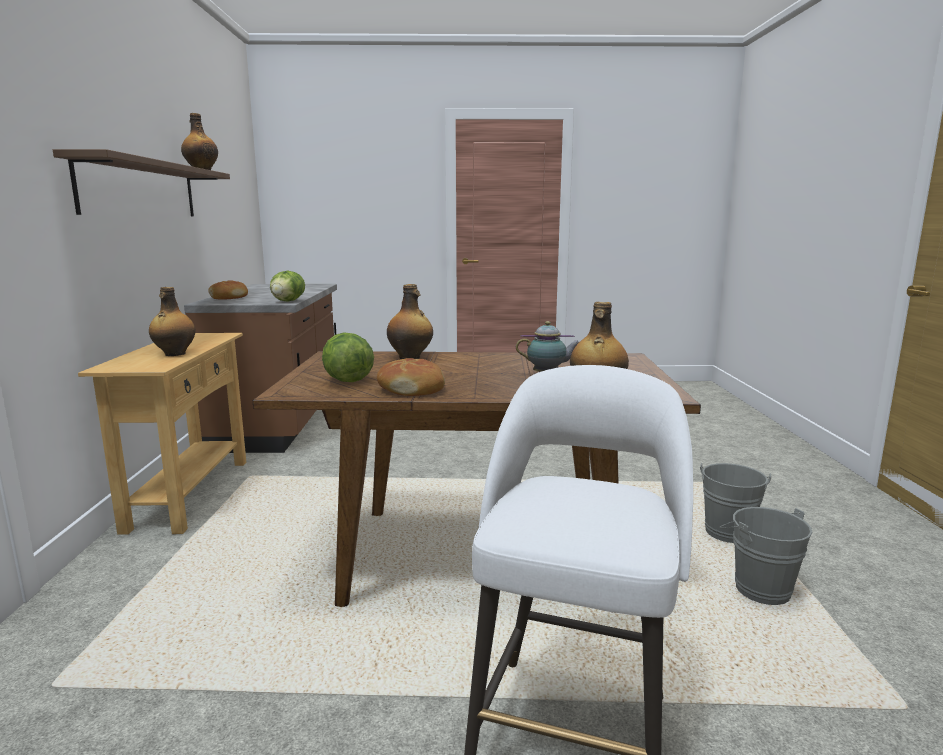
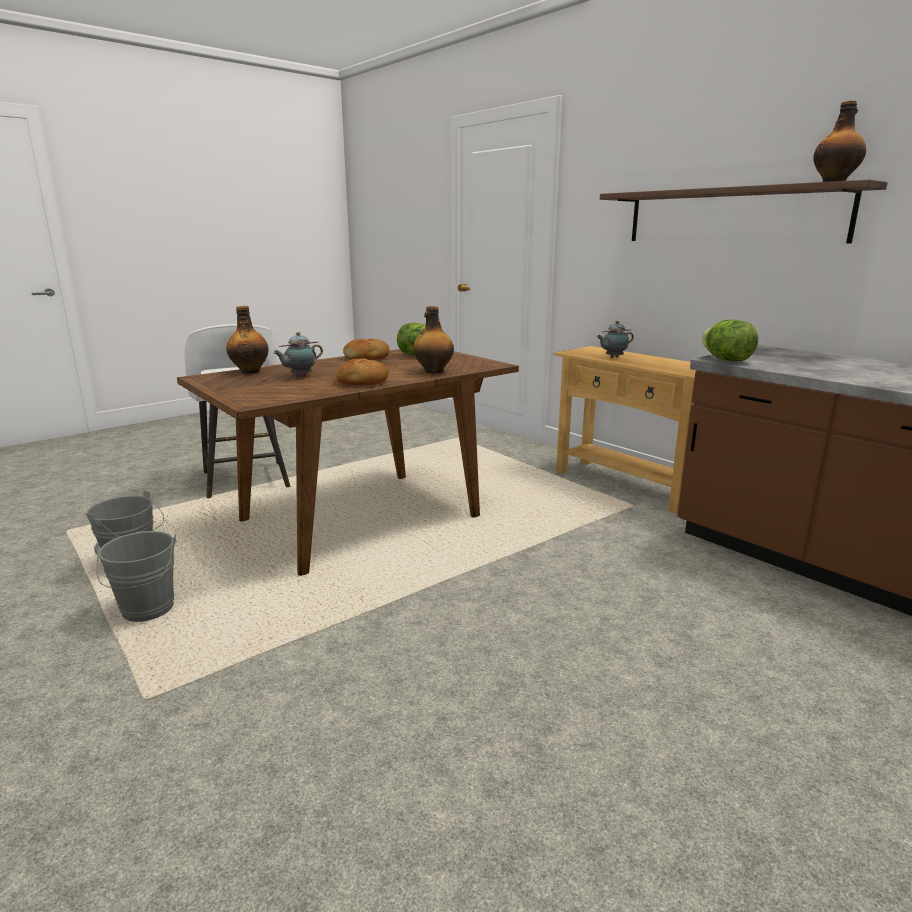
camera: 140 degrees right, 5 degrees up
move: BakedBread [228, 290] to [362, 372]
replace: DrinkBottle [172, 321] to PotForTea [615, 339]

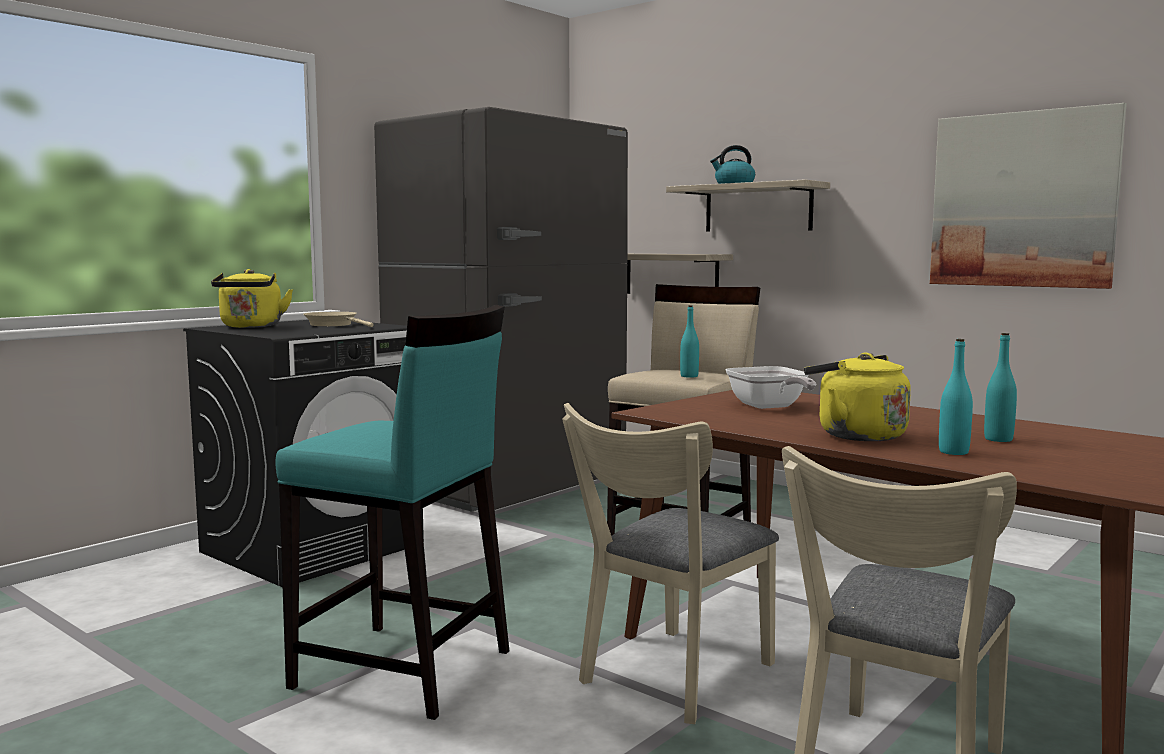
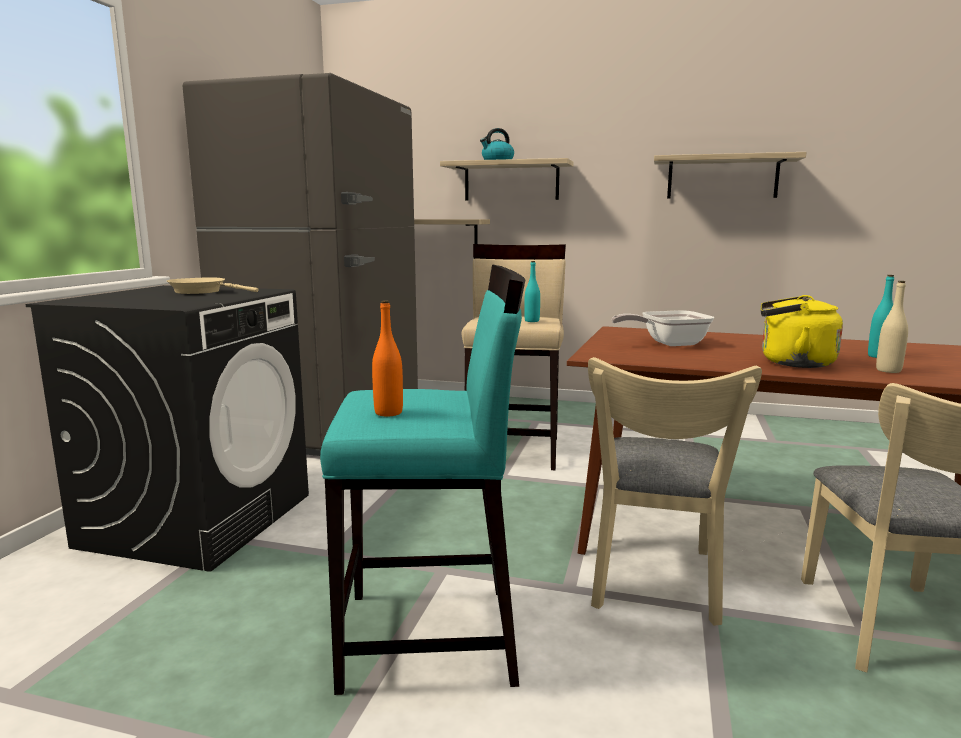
camera: 25 degrees left, 5 degrees up
delete: YellowWaterKettle [252, 298]
insert: OrangeyDrinkBottle [387, 358]
replace: WallPicture [1028, 196] to BracketShelf [730, 175]
recolor: TurquoiseColouredDrinkBottle [956, 397] to BeigeDrinkBottle [892, 327]
rotate: Pan [771, 387] = [662, 328] 120 degrees clockwise

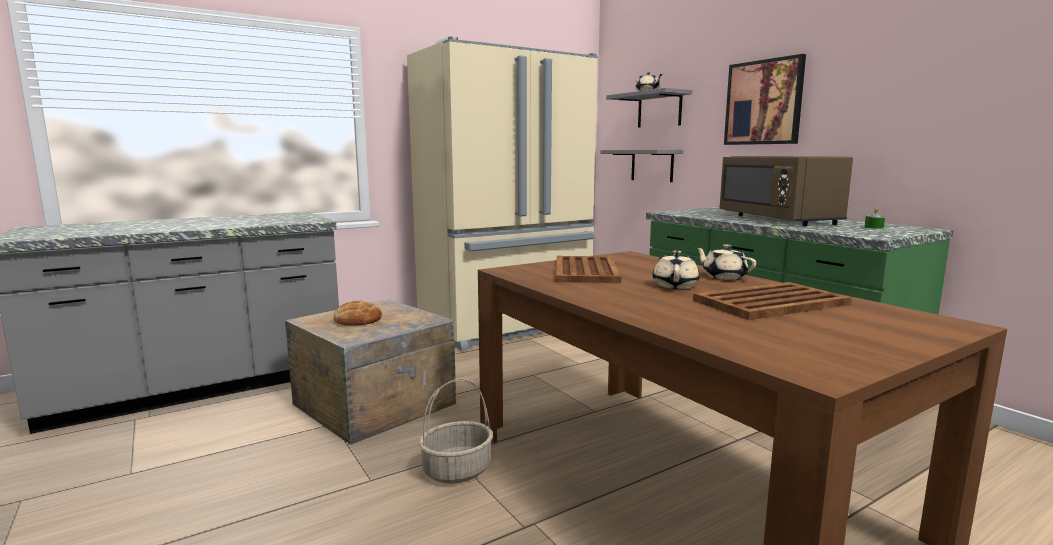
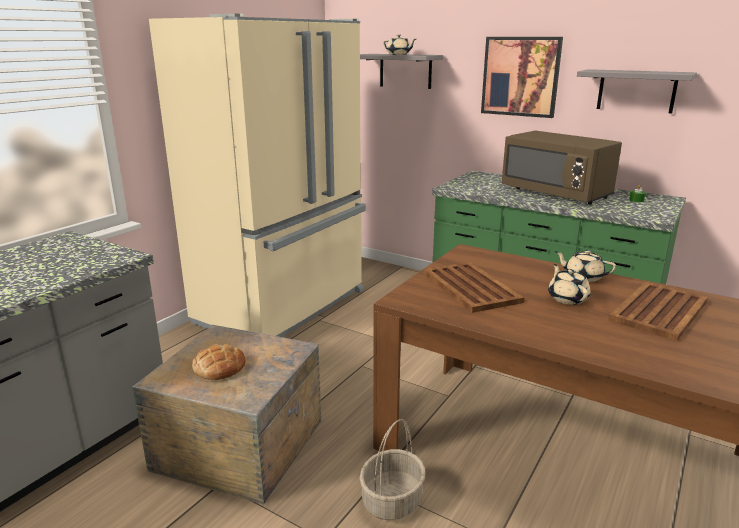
camera: 25 degrees left, 10 degrees up
move: GreyBracketShelf [641, 166] to [637, 91]

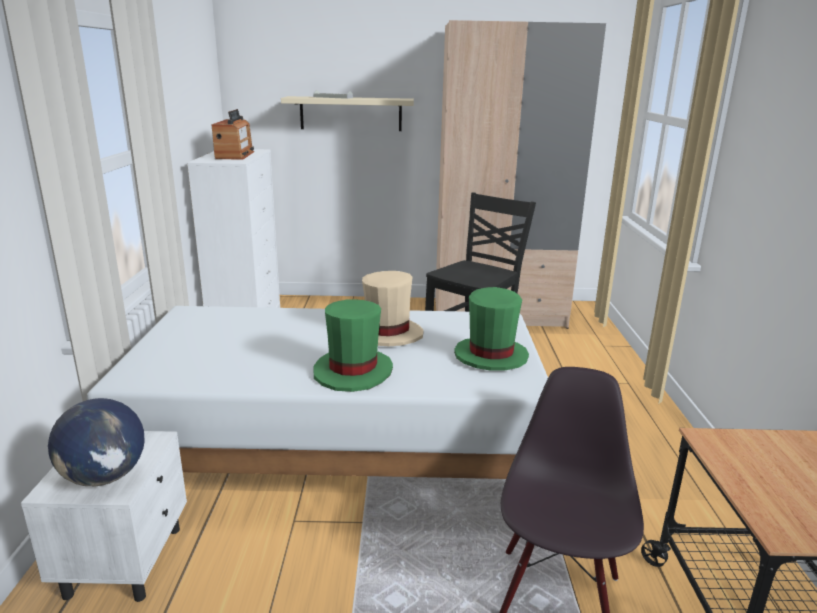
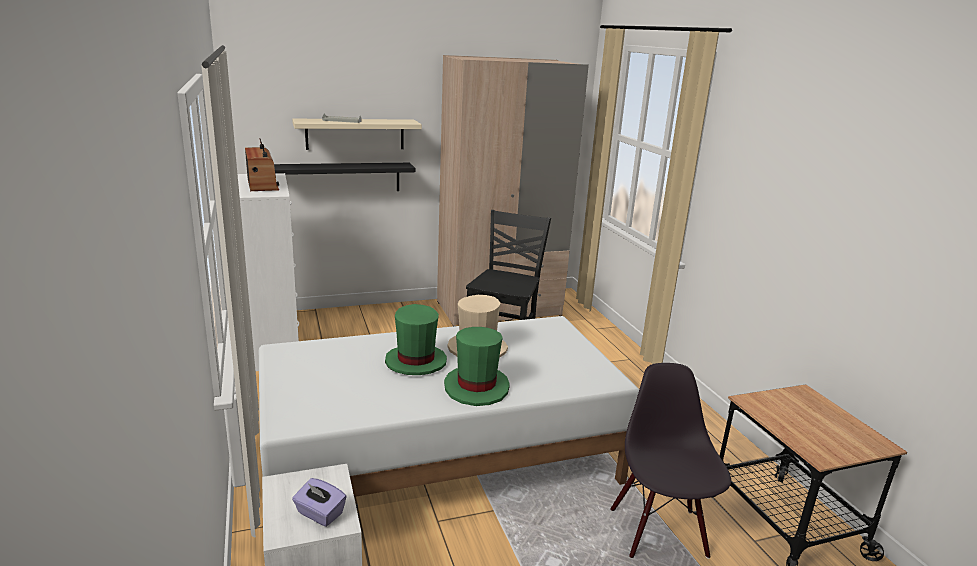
camera: 20 degrees left, 0 degrees up
insert: BlackColouredBracketShelf [344, 177]
move: GreenishHat [491, 329] to [416, 339]
replace: WorldGlobe [96, 442] to PurpleBoxOfTissues [319, 502]

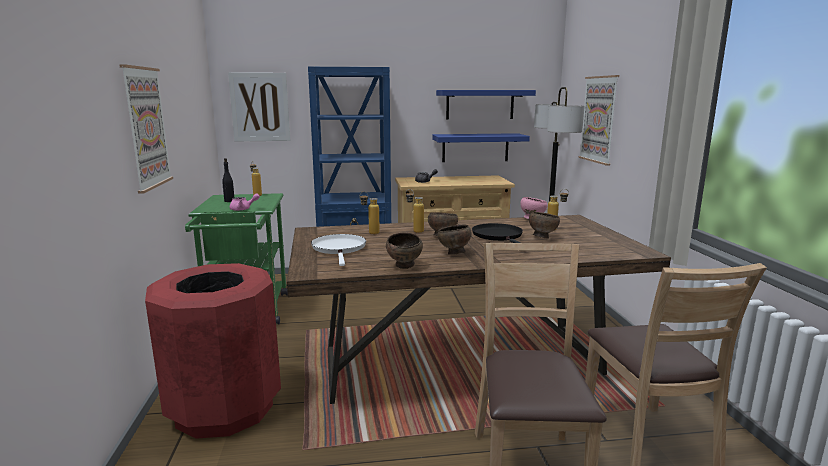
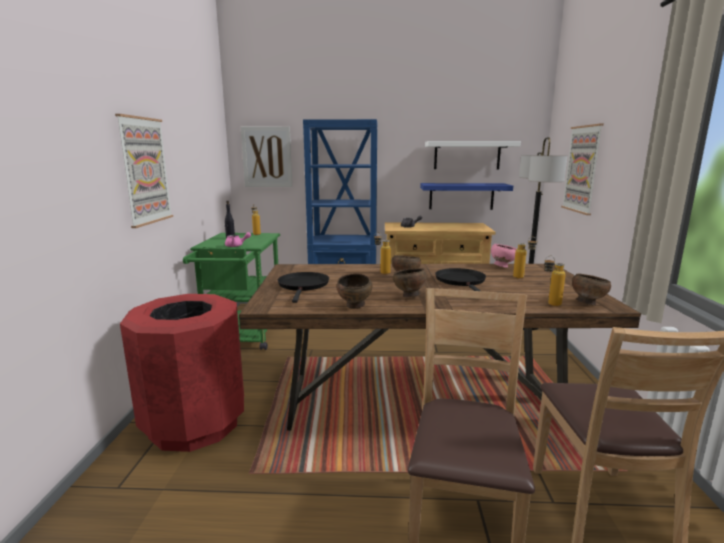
camera: 10 degrees right, 0 degrees up
move: DrinkBottle [369, 213] to [555, 280]; BrownishBowl [544, 225] to [591, 289]
recolor: WhiteColouredPan [338, 250] to BlackColouredPan [303, 287]; BluishBracketShelf [486, 104] to WhiteColouredBracketShelf [473, 155]

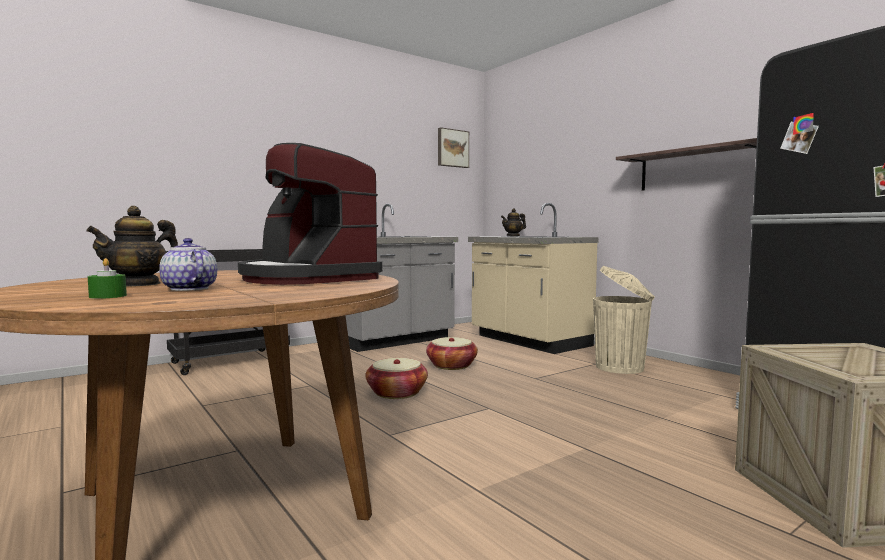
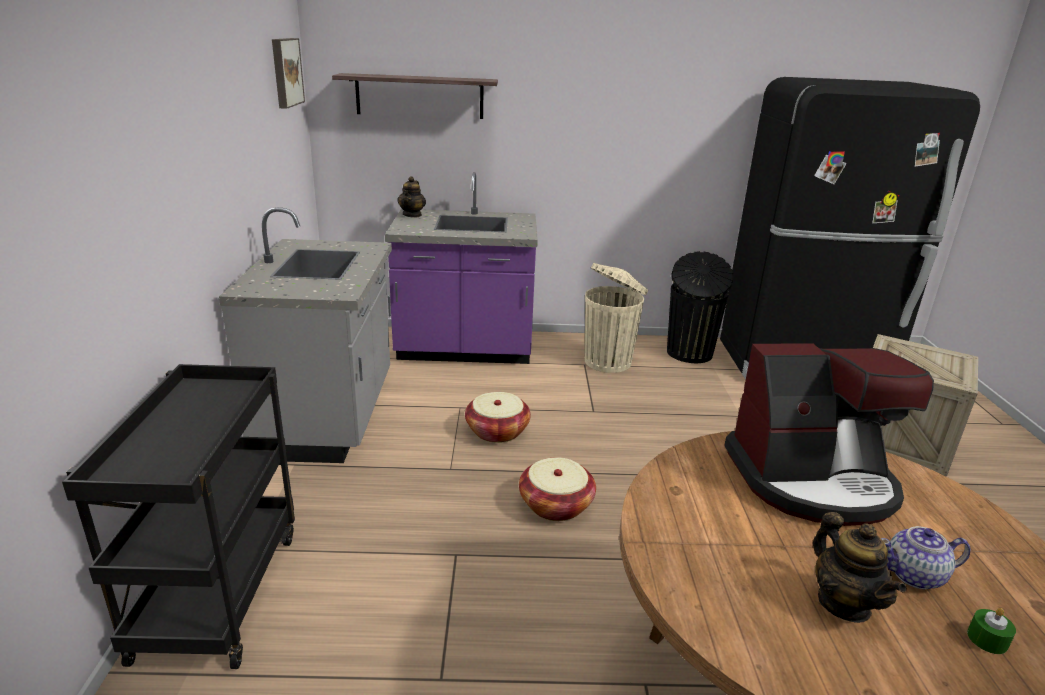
camera: 55 degrees left, 20 degrees up
insert: BlackColouredTrashCan [700, 307]
move: BracketShelf [686, 164] to [415, 96]
recolor: BeigeKitchenBaseUnit [533, 278] to PurpleKitchenBaseUnit [461, 268]

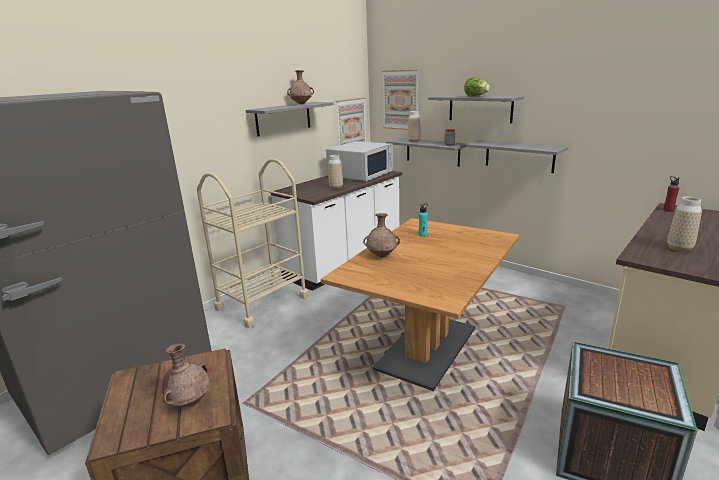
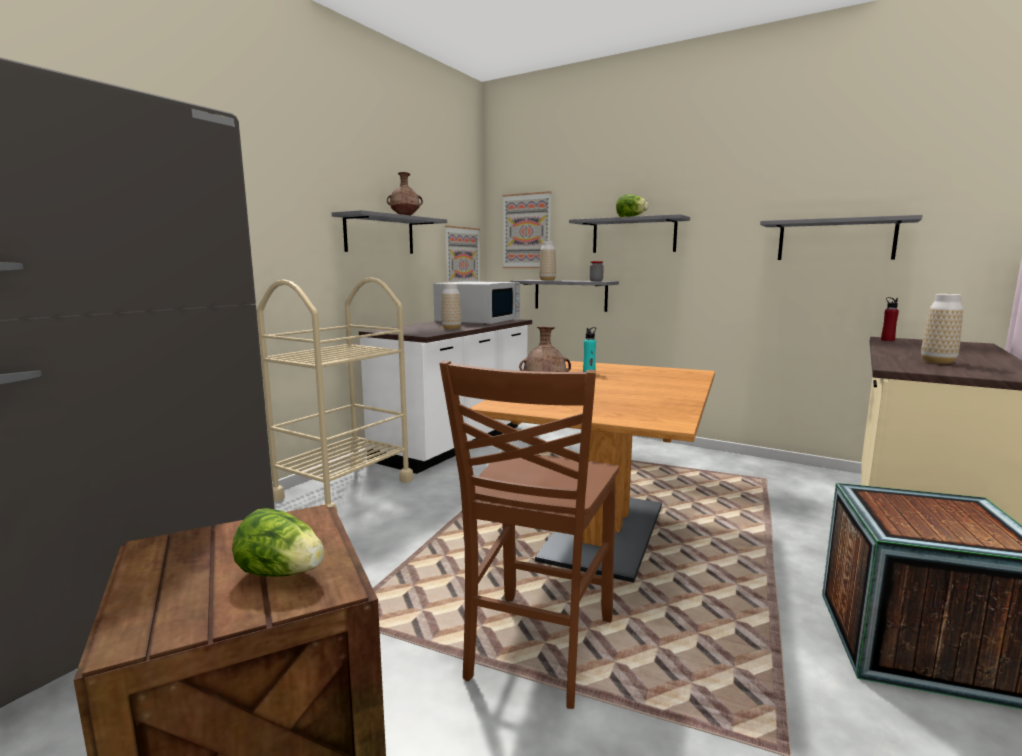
camera: 10 degrees left, 10 degrees down
insert: BrownishPlainChair [529, 535]
move: GreyBracketShelf [517, 156] to [841, 237]
replace: BrownishDecorativeVase [186, 375] to HeadOfLettuce [278, 542]

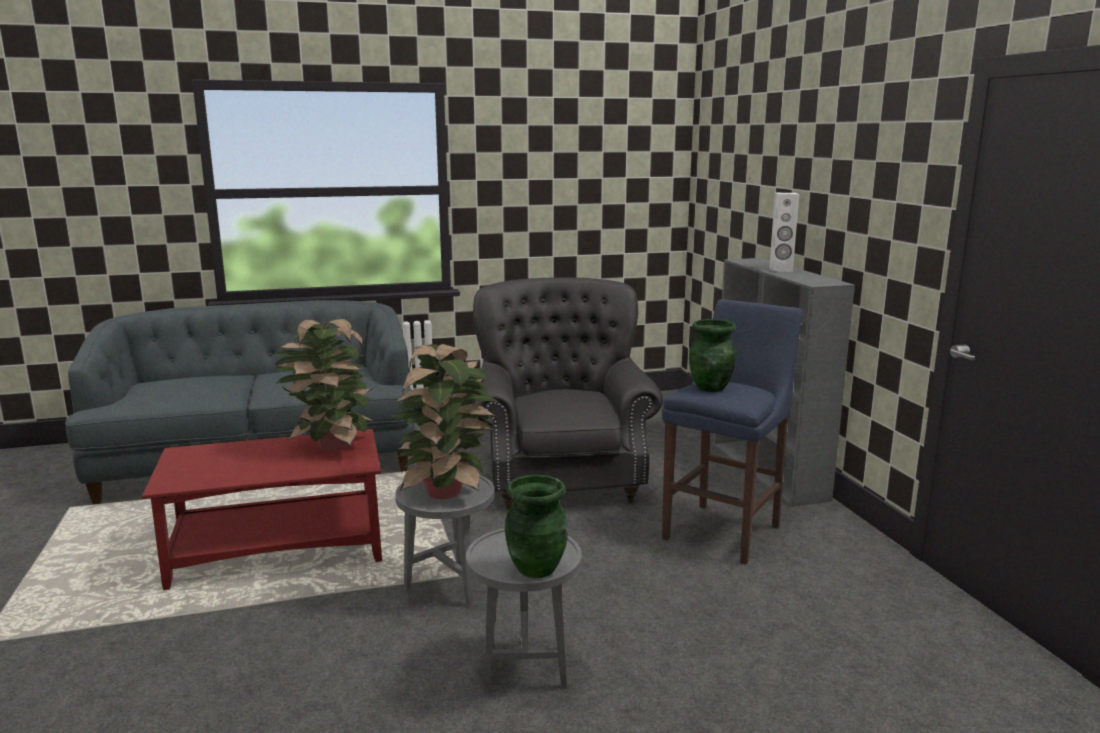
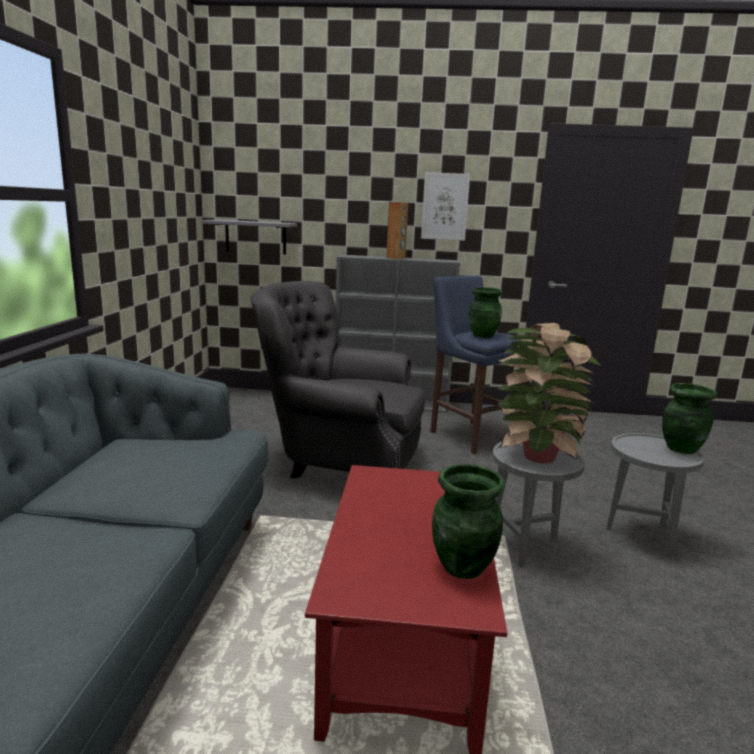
camera: 70 degrees left, 0 degrees up
delete: PottedPlant [324, 385]
insert: GreyBracketShelf [249, 237]; WallPicture [445, 206]; GreenishDecorativeVase [468, 521]
recolor: WhiteColouredAudioSpeaker [784, 232] to BrownishAudioSpeaker [397, 230]

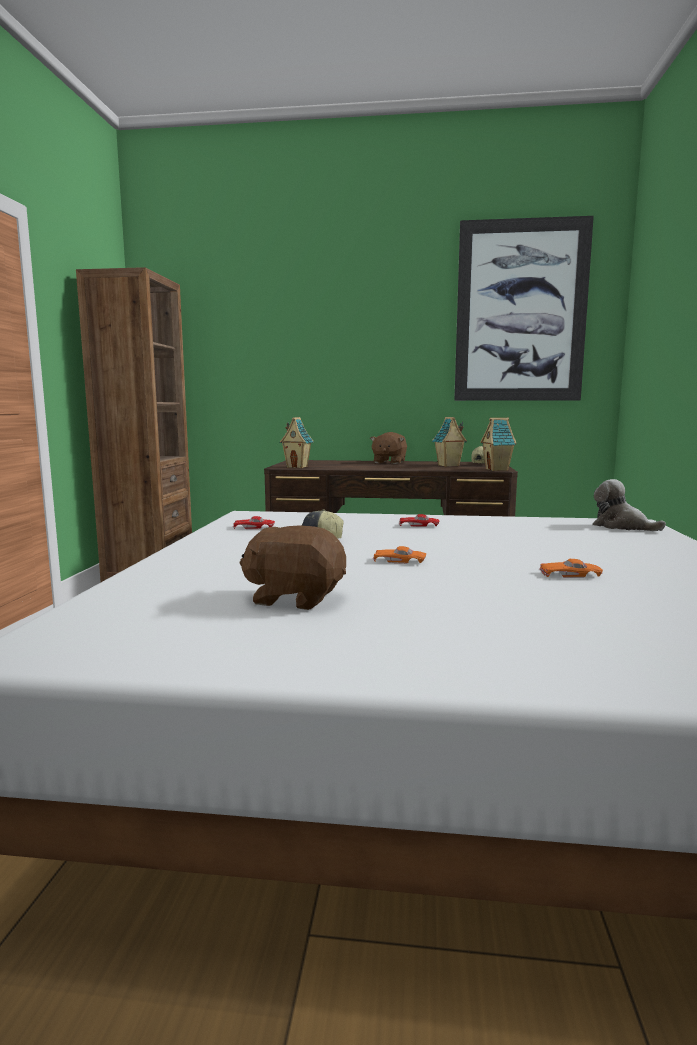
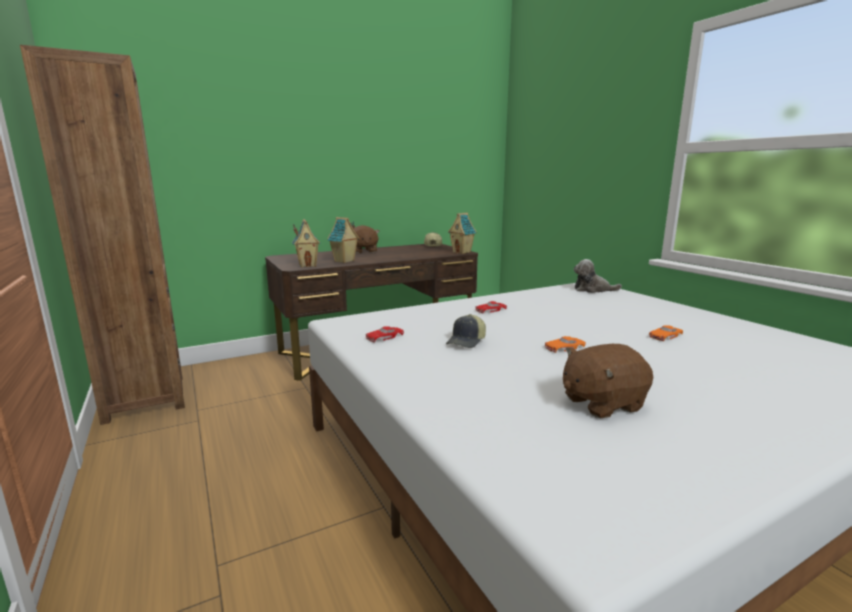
camera: 35 degrees left, 5 degrees up
delete: WallPicture [524, 308]
move: ModelHouse [449, 442] to [343, 240]

